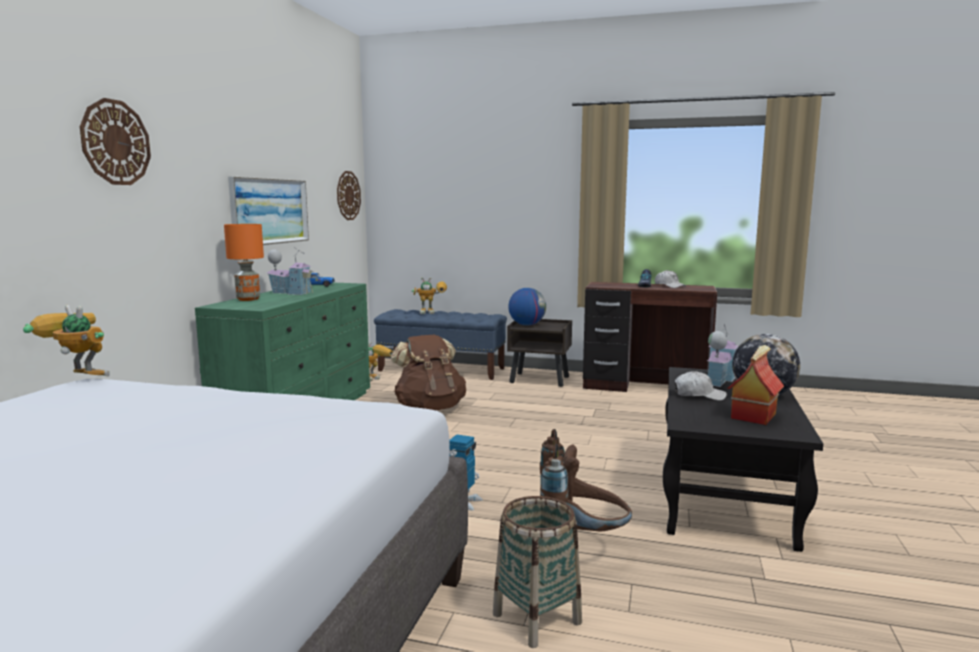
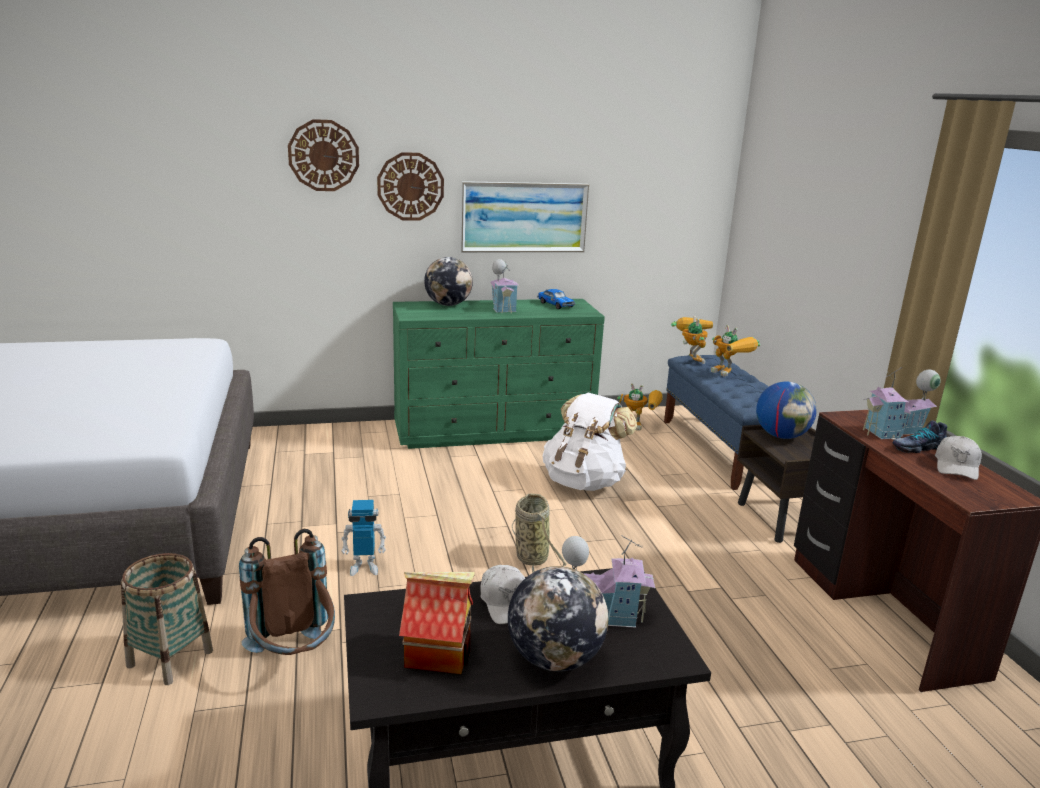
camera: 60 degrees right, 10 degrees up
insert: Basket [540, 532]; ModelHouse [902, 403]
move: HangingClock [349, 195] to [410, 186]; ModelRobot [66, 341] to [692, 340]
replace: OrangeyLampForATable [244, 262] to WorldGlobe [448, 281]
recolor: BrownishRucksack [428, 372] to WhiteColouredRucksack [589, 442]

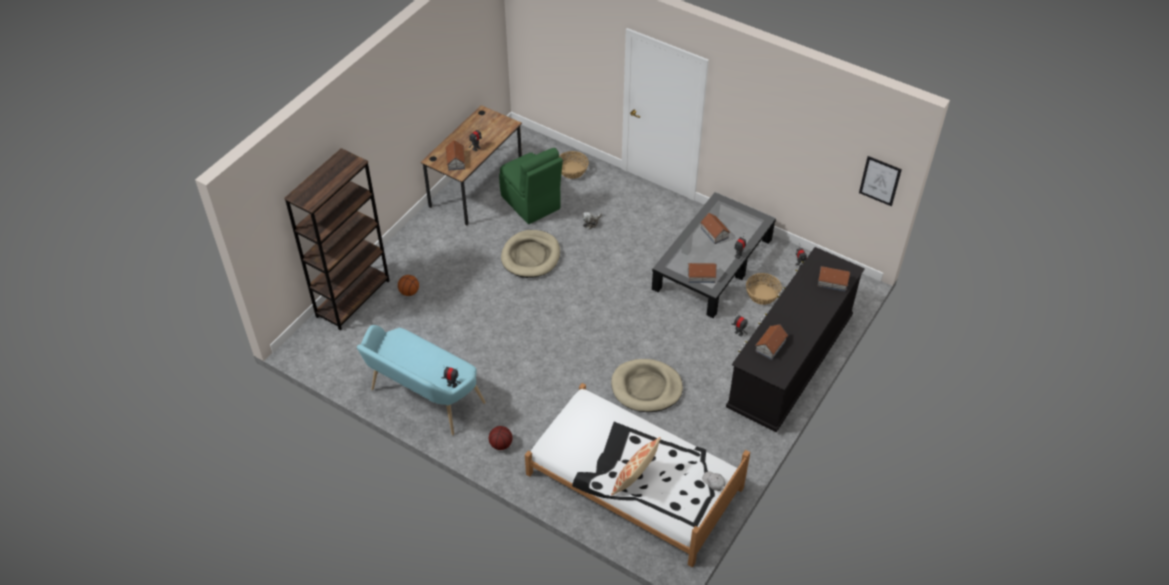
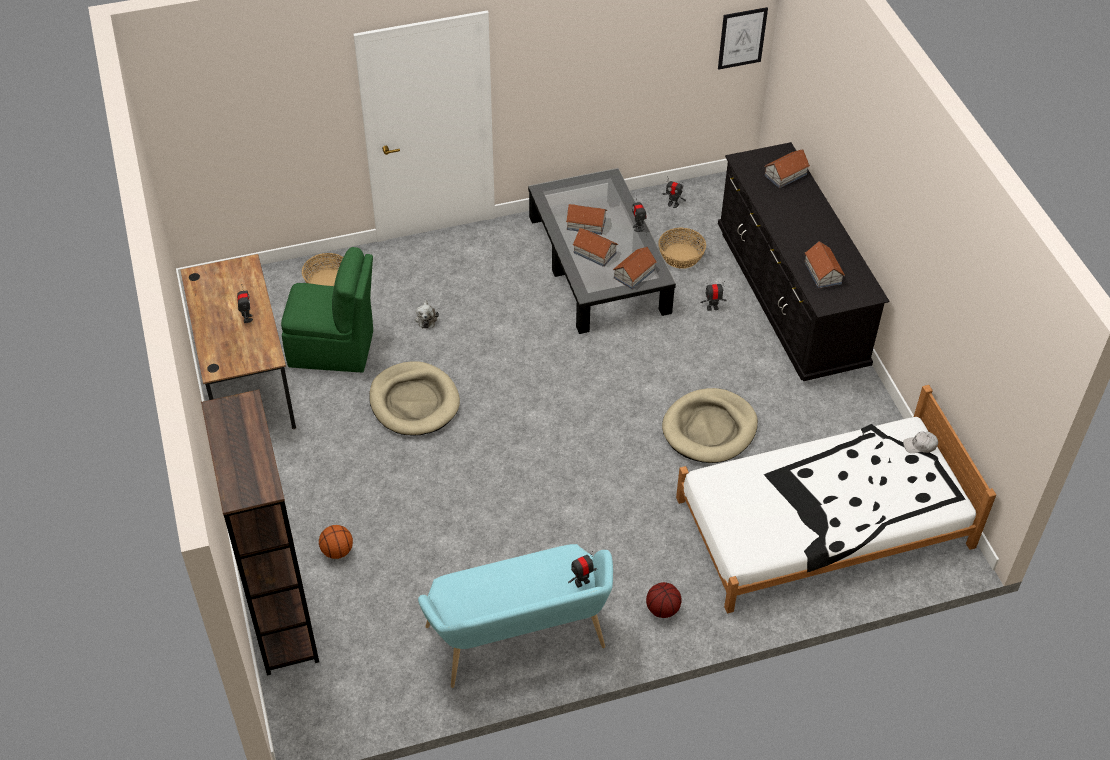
camera: 50 degrees left, 0 degrees up
delete: Pillow [636, 466]
move: ModelHouse [455, 155] to [595, 247]

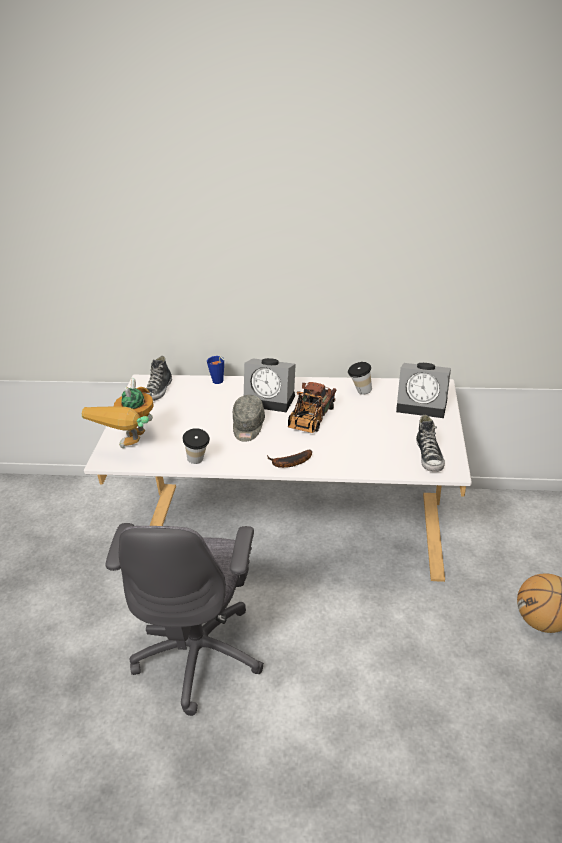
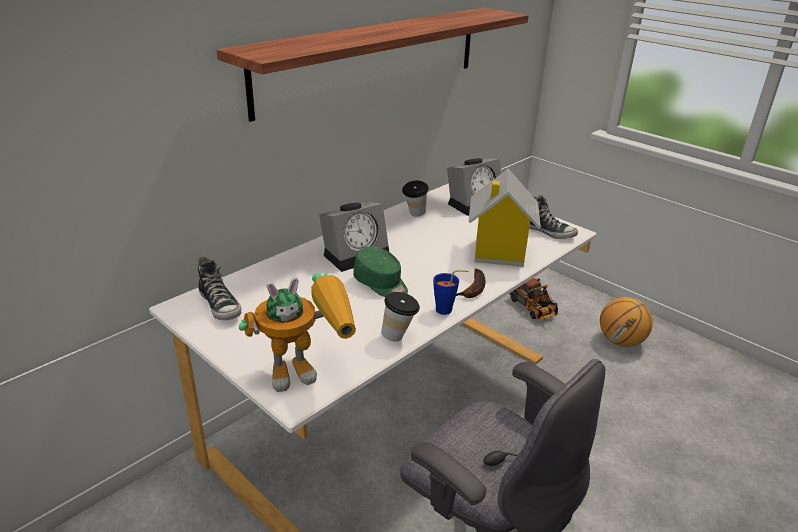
camera: 55 degrees left, 5 degrees down
insert: BracketShelf [373, 64]; ModelHouse [504, 218]
move: BluishCup [215, 370] to [451, 292]; ToyTruck [312, 407] to [533, 299]
recolor: GreyBaseballCap [249, 418] to GreenishBaseballCap [380, 271]
rotate: ModelRobot [118, 413] = [297, 333] 75 degrees counterclockwise

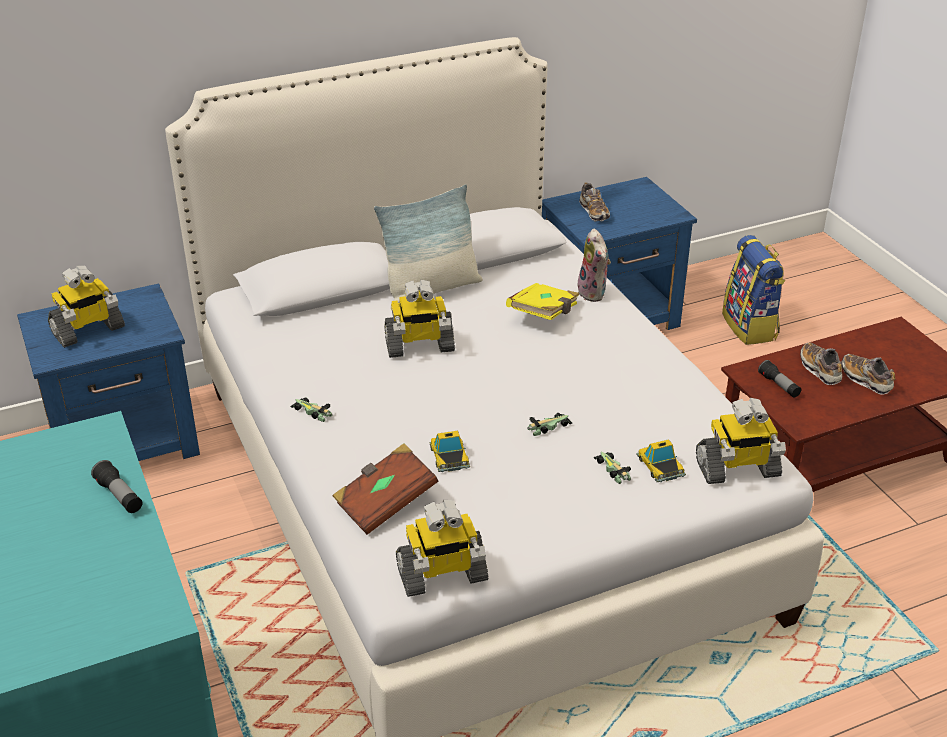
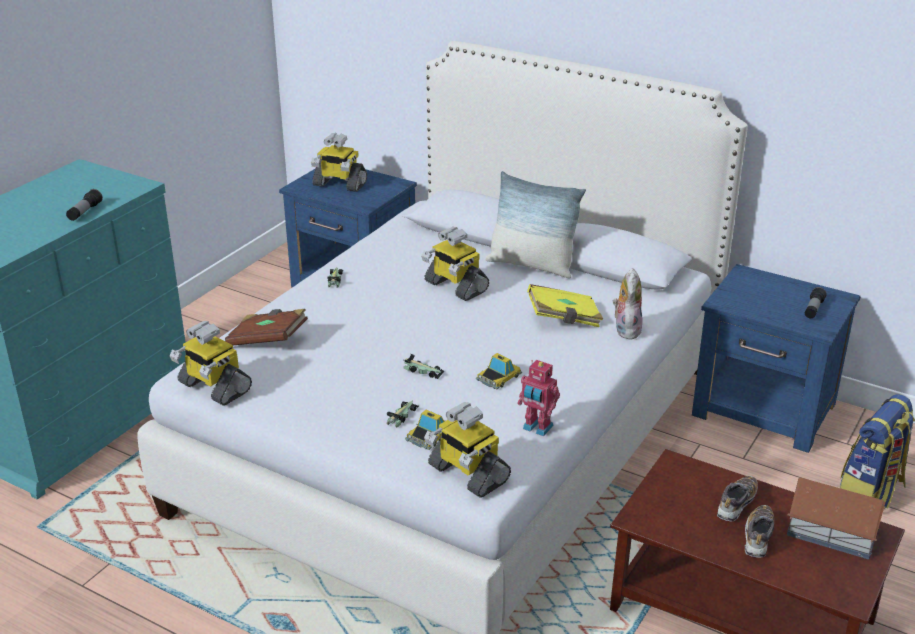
camera: 55 degrees right, 5 degrees down
delete: LowShoe [594, 202]
insert: ModelRobot [538, 398]; ModelHouse [836, 518]
move: ModelCar [449, 451] to [499, 371]; Flashlight [779, 379] to [816, 302]
rotate: SoftToy [594, 265] = [627, 303] 150 degrees clockwise

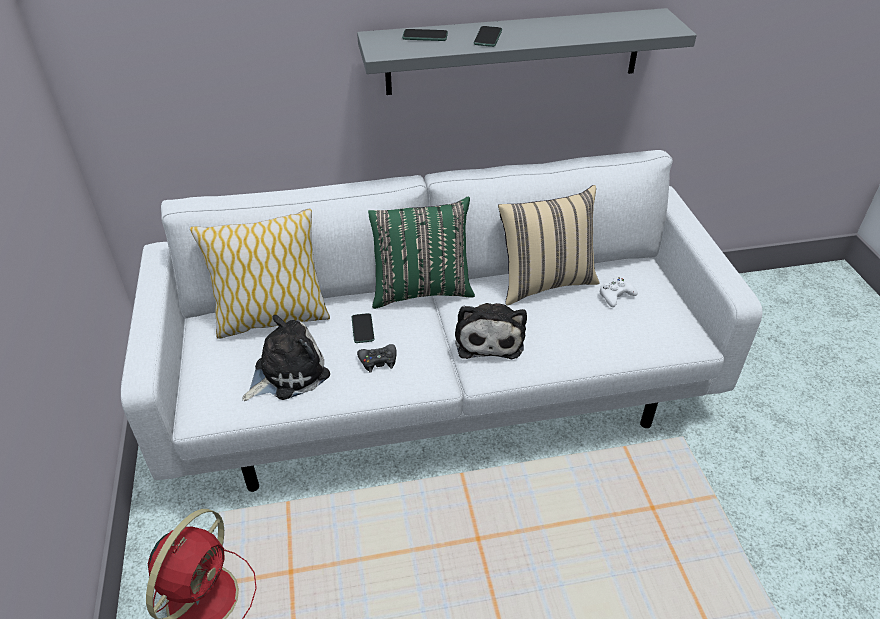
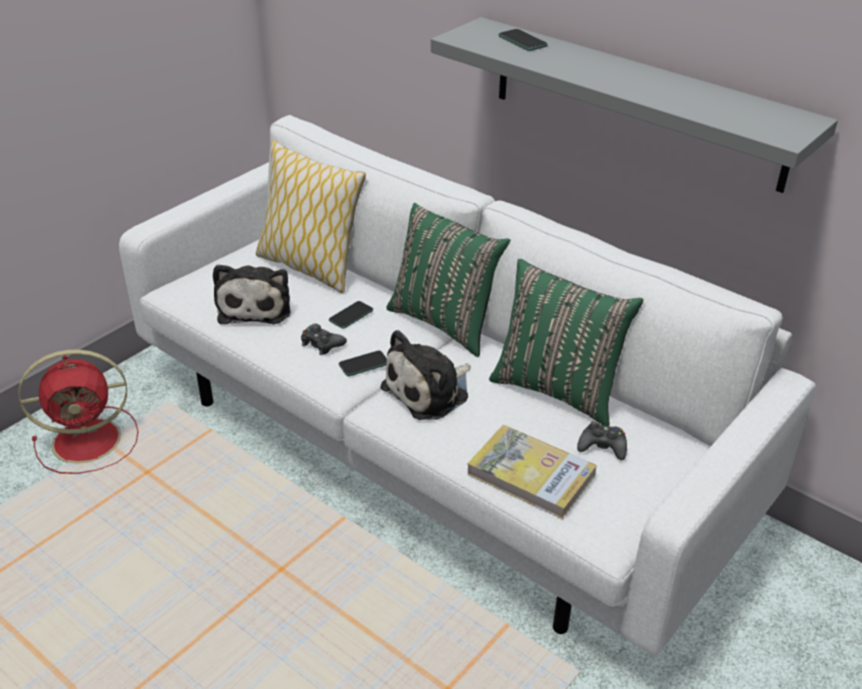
camera: 50 degrees right, 5 degrees down
insert: BoundBook [532, 472]
move: Handset [488, 36] to [363, 363]
recolor: BeigePillow [548, 245] to GreenishPillow [566, 342]; WhiteColouredGamepad [618, 292] to BlackColouredGamepad [602, 440]
rotate: SoftToy [286, 358] = [252, 294] 75 degrees clockwise

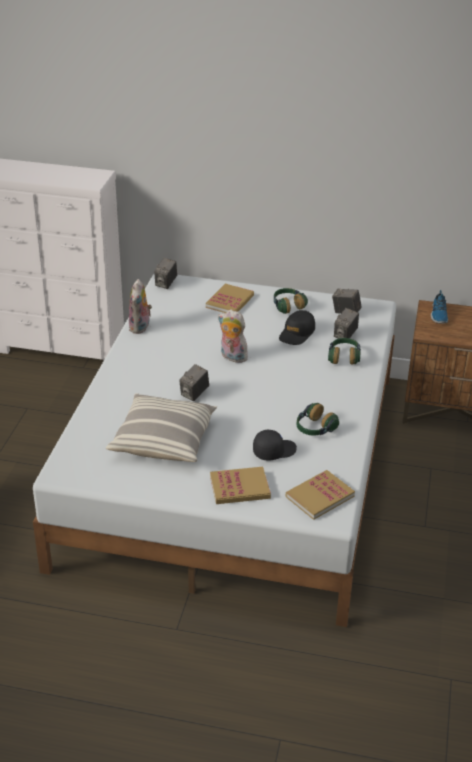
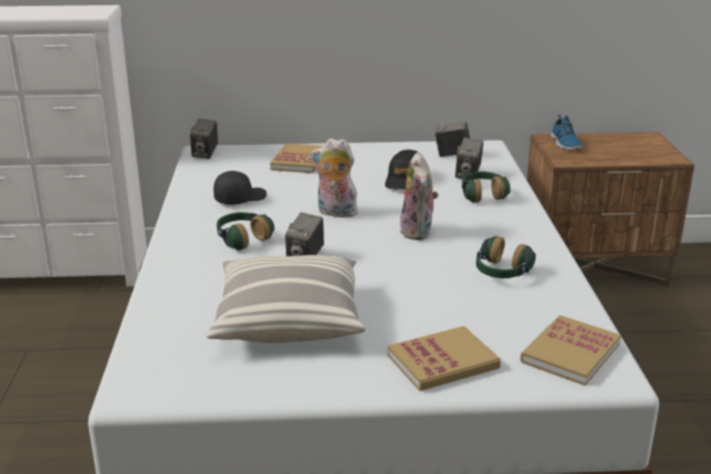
camera: 15 degrees left, 10 degrees down
move: BlackColouredBaseballCap [275, 445] to [240, 188]; Headset [291, 301] to [245, 231]; SoftToy [140, 306] to [419, 196]

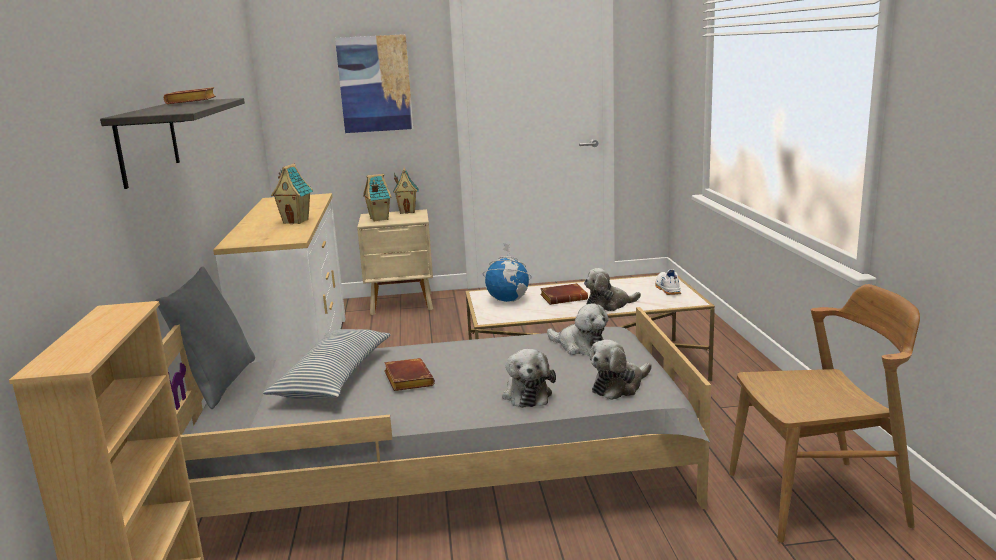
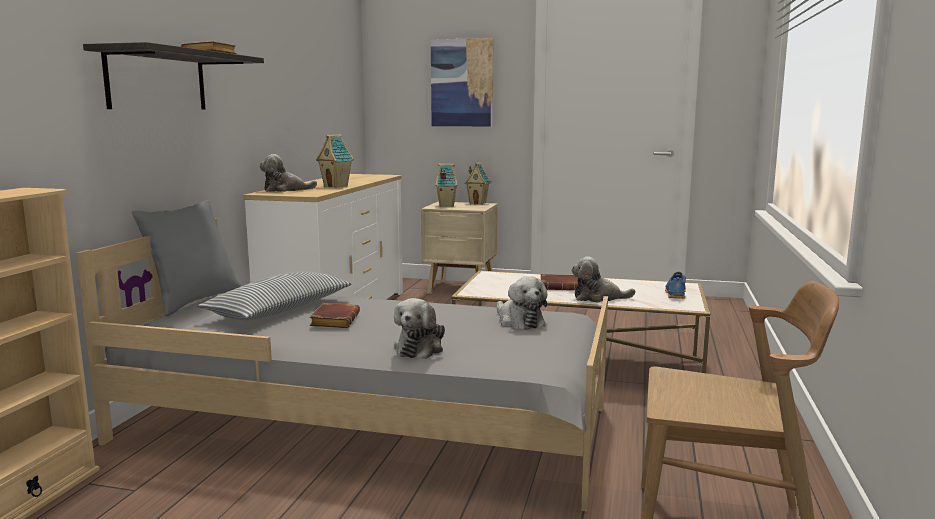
camera: 20 degrees right, 5 degrees down
delete: WorldGlobe [507, 272]
move: SoftToy [620, 370] to [288, 173]
recolor: WhiteColouredLowShoe [668, 282] to BluishLowShoe [675, 285]

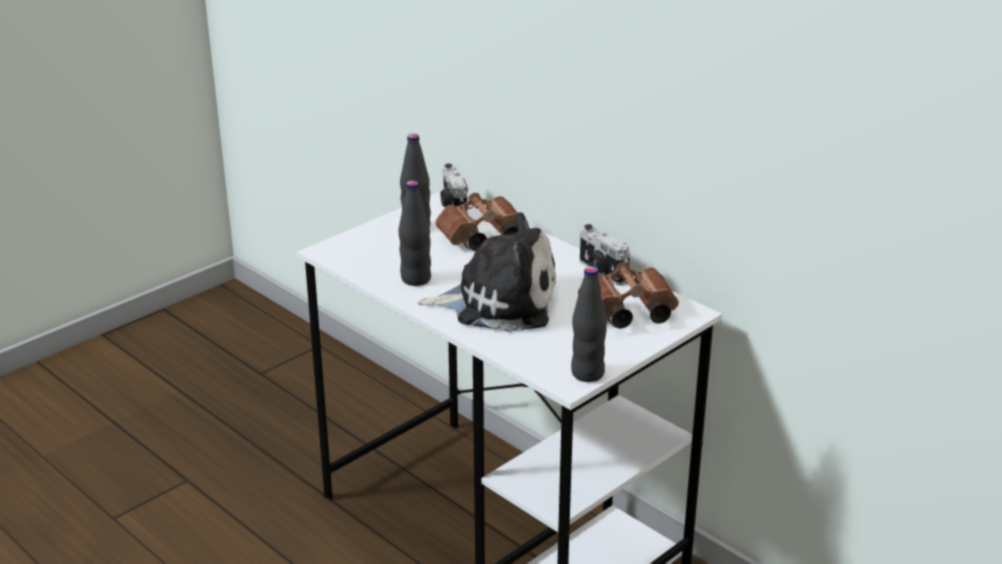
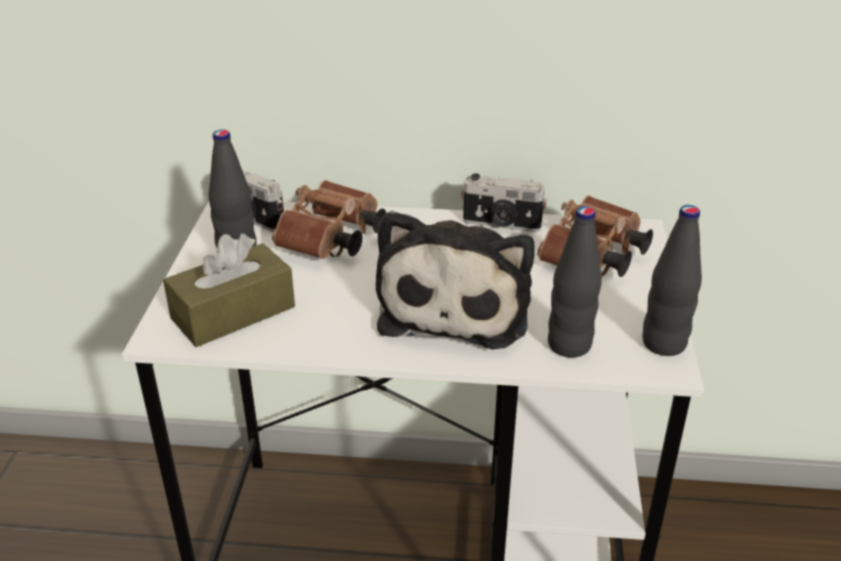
camera: 40 degrees left, 5 degrees up
insert: BrownishBoxOfTissues [229, 290]
move: BlackColouredDrinkBottle [415, 233] to [575, 282]
rotate: SoftToy [486, 272] = [455, 280] 135 degrees clockwise

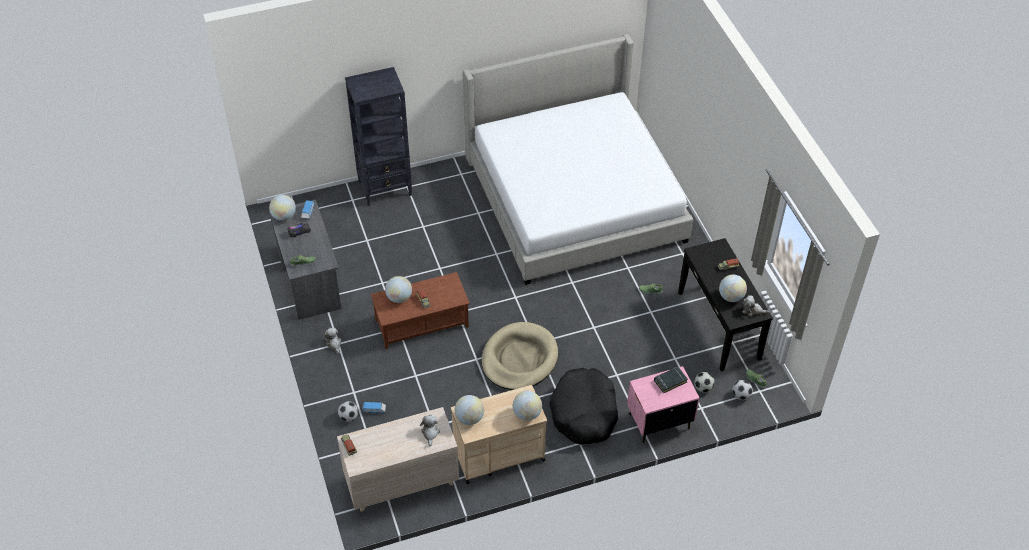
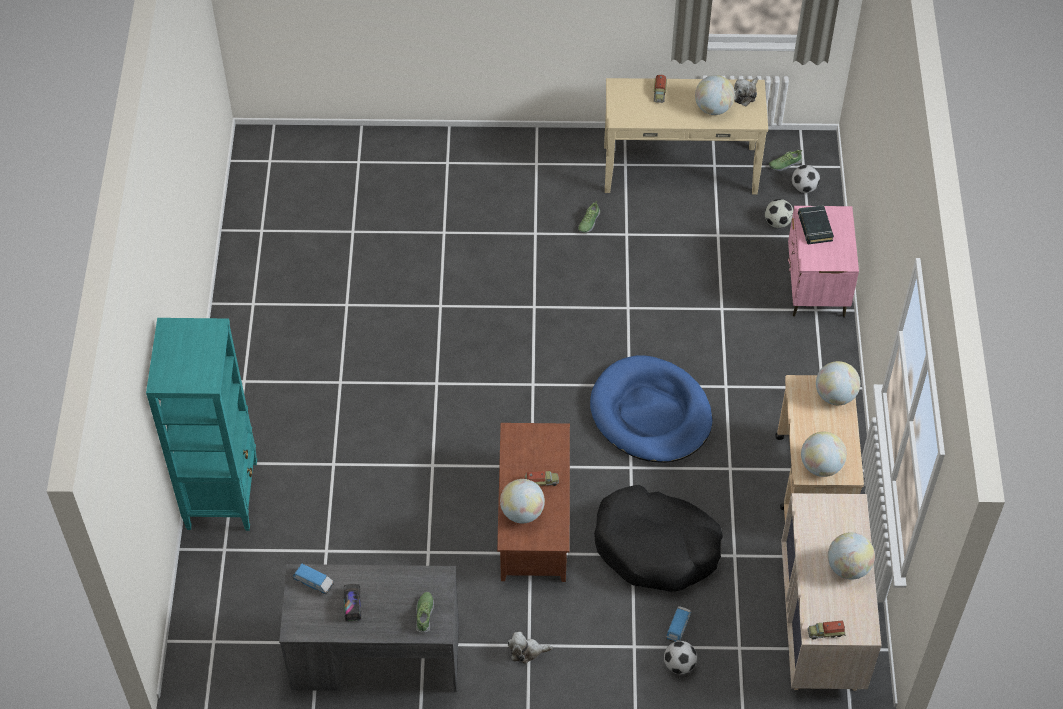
camera: 70 degrees left, 5 degrees up
delete: SoftToy [430, 430]; SleepingBed [578, 159]
move: BlackColouredDogCushion [583, 406] to [658, 538]; WorldGlobe [282, 208] to [851, 556]
recolor: BlackColouredBookshelf [378, 136] to TurquoiseColouredBookshelf [201, 424]; BeigeDogCushion [520, 356] to BluishDogCushion [651, 409]; BlackColouredConsoleTable [725, 304] to BeigeConsoleTable [686, 136]

